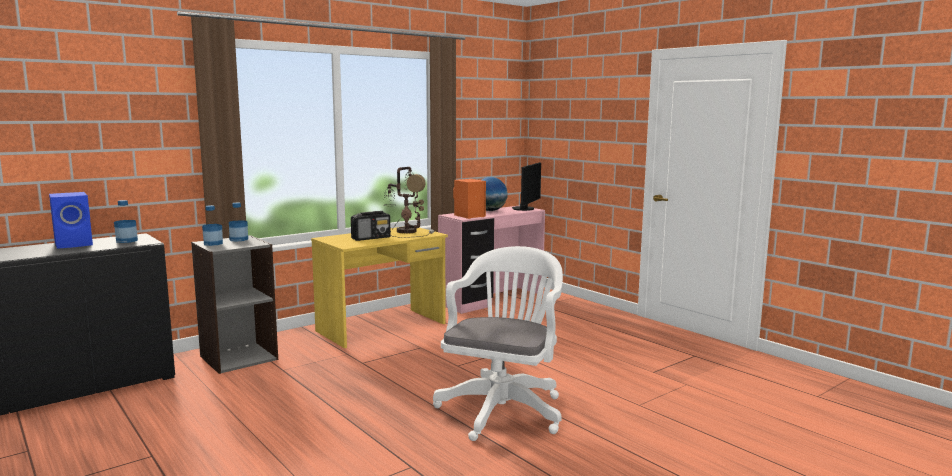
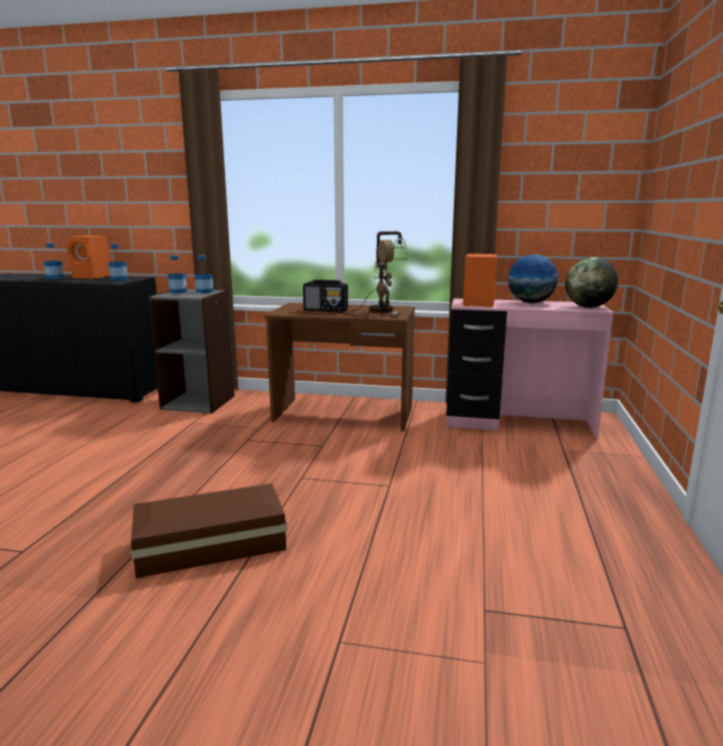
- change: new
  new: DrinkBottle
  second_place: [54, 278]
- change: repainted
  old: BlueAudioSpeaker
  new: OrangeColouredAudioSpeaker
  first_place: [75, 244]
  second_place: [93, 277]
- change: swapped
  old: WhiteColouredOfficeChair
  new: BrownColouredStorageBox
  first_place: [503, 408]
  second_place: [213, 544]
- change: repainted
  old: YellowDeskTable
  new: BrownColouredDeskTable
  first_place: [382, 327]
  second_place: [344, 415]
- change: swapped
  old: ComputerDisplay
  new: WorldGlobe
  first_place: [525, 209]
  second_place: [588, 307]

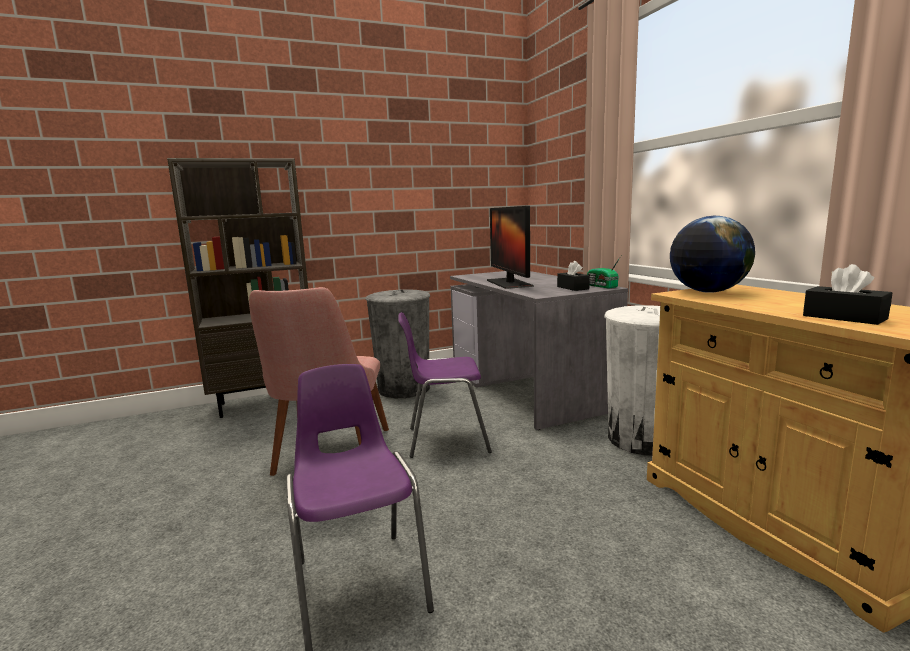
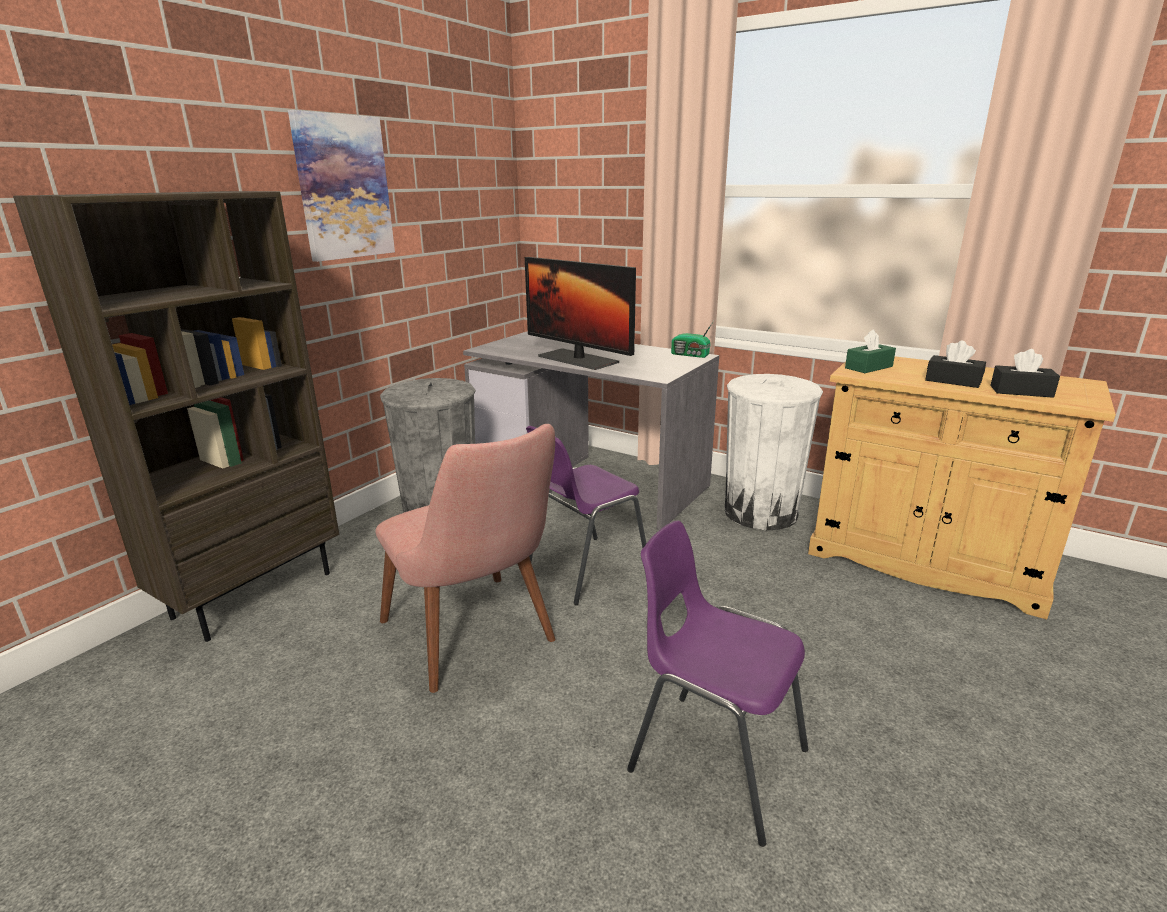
- change: new
  new: Picture
  second_place: [343, 188]
- change: swapped
  old: WorldGlobe
  new: GreenTissueBox
  first_place: [707, 292]
  second_place: [868, 367]
- change: shifted
  old: BlackTissueBox
  first_place: [572, 288]
  second_place: [953, 381]

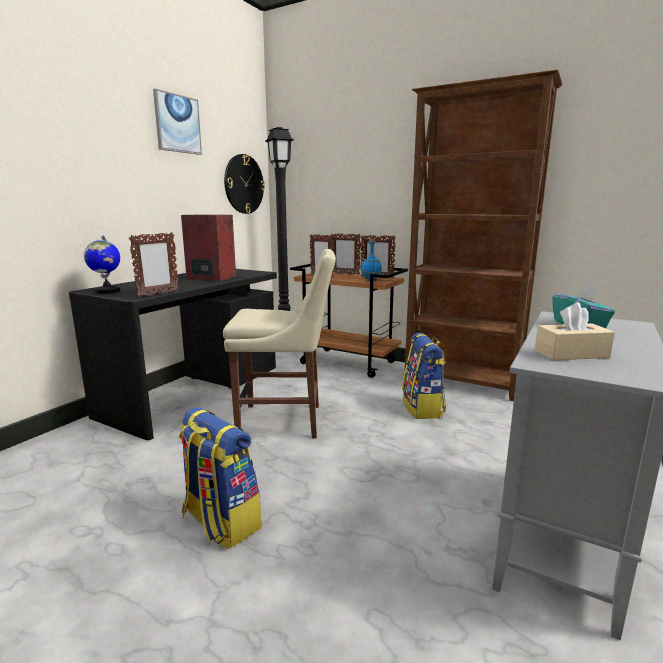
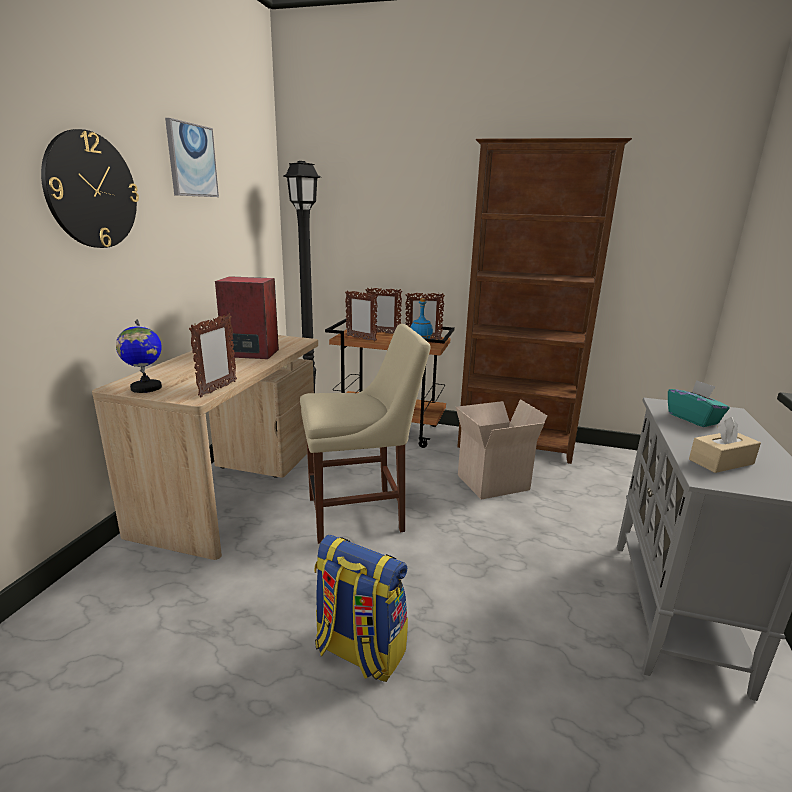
- change: shifted
  old: HangingClock
  first_place: [244, 184]
  second_place: [91, 190]
- change: repainted
  old: BlackDeskTable
  new: SandColouredDeskTable
  first_place: [195, 392]
  second_place: [236, 486]
- change: swapped
  old: Backpack
  new: PackingBox
  first_place: [423, 408]
  second_place: [492, 481]

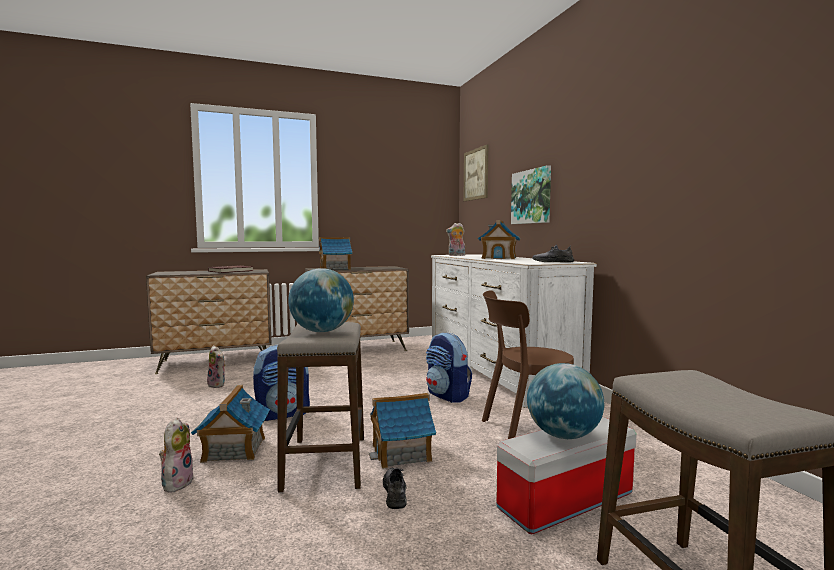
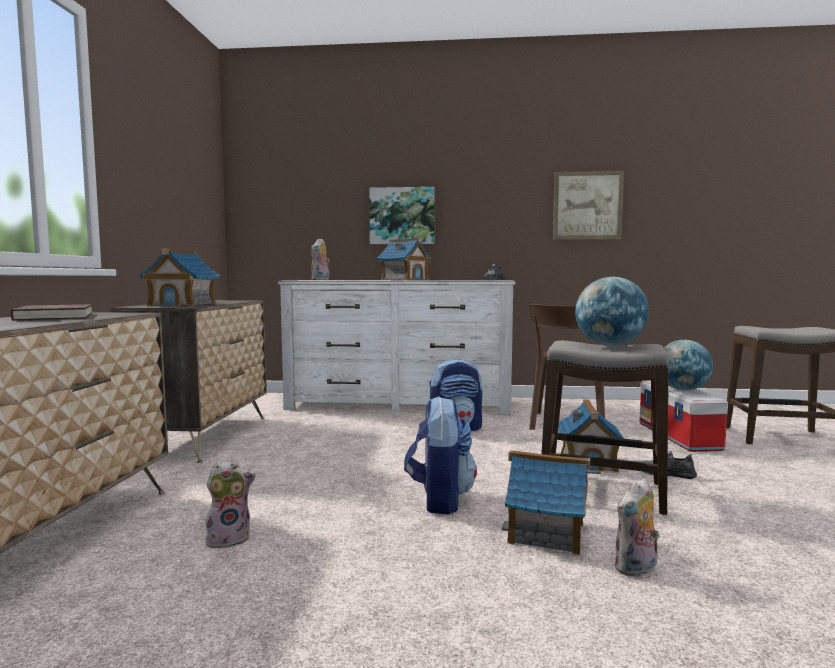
- change: shifted
  old: Picture
  first_place: [476, 174]
  second_place: [587, 205]
- change: rotated
  old: PlushToy
  first_place: [177, 482]
  second_place: [636, 569]
  degrees: -60

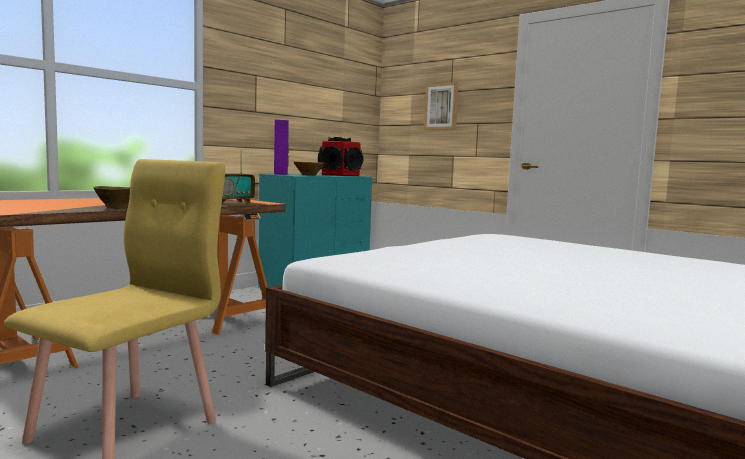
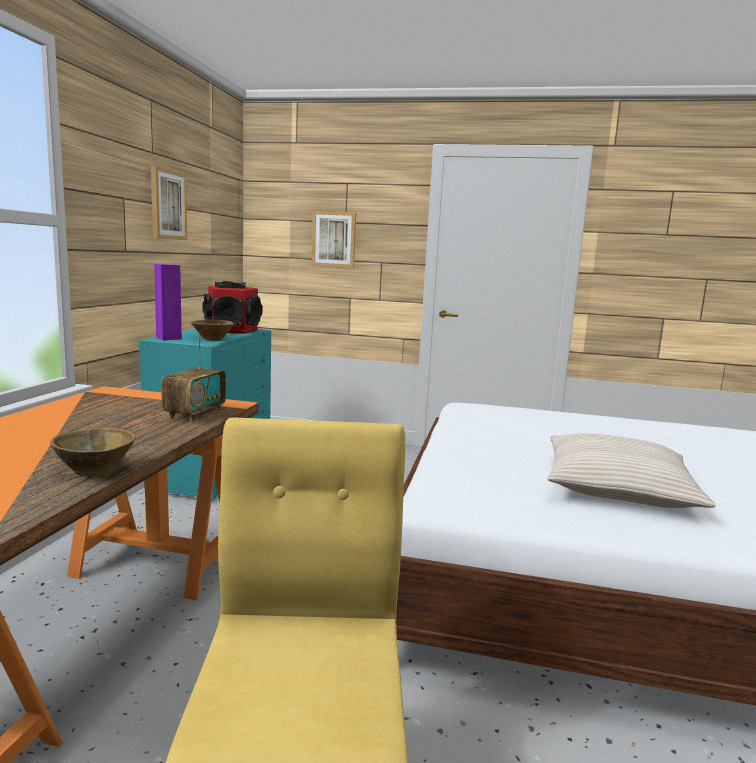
- change: new
  new: Picture
  second_place: [167, 204]
- change: new
  new: SandColouredPillow
  second_place: [617, 487]

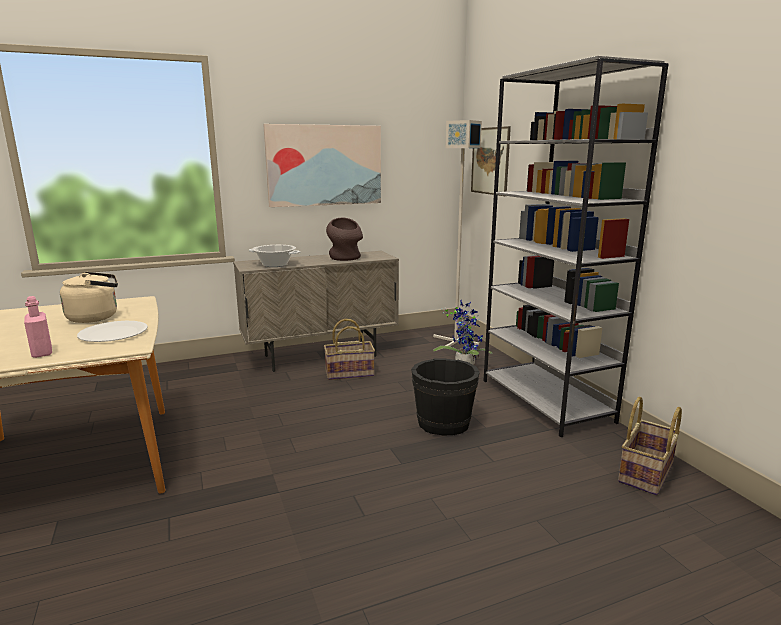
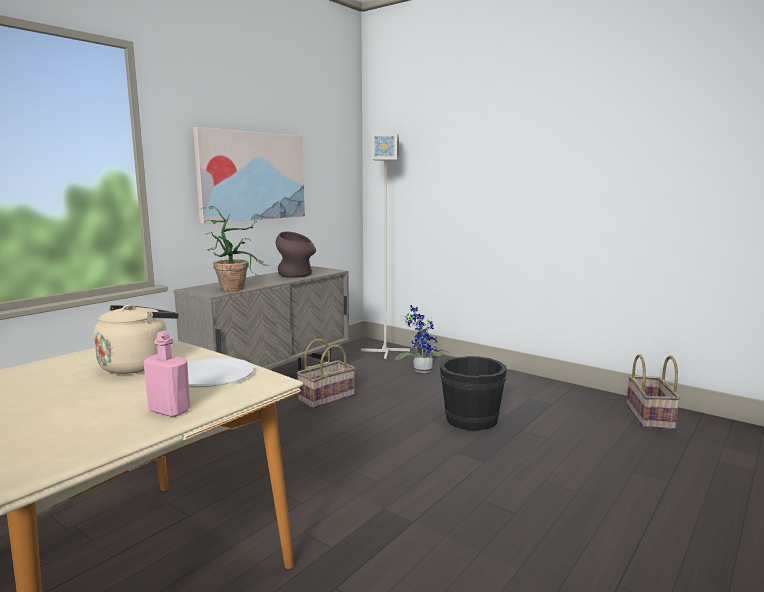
- change: swapped
  old: CookingPot
  new: PlantInAPot
  first_place: [275, 265]
  second_place: [236, 287]
- change: gone
  old: Picture
  first_place: [490, 161]
- change: gone
  old: GreyShelvingUnit
  first_place: [546, 401]

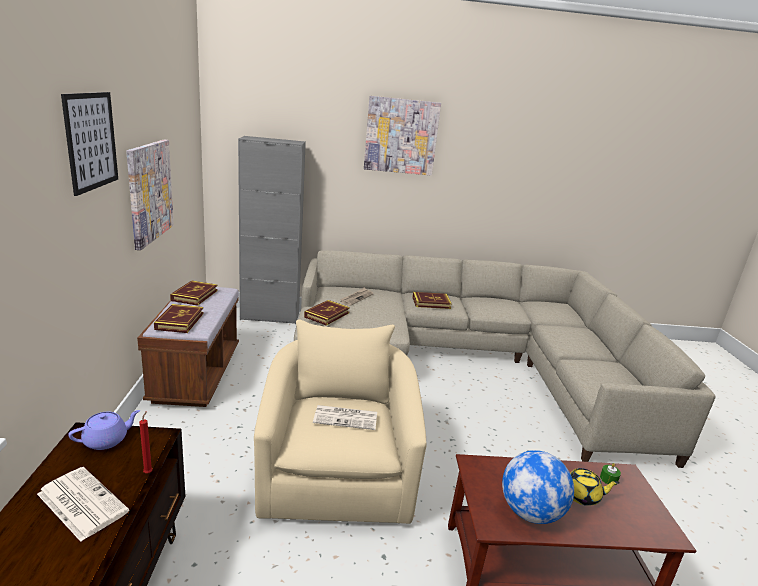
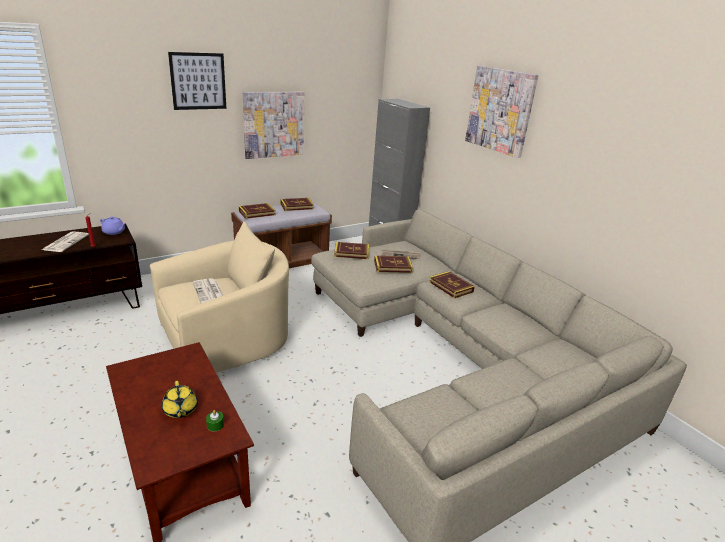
- change: new
  new: Volume
  second_place: [392, 266]
- change: gone
  old: WorldGlobe
  first_place: [530, 512]

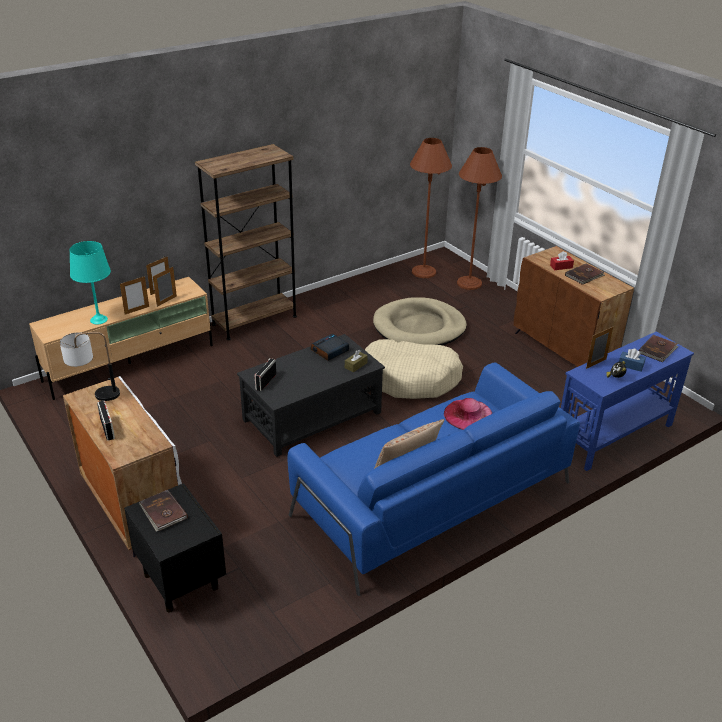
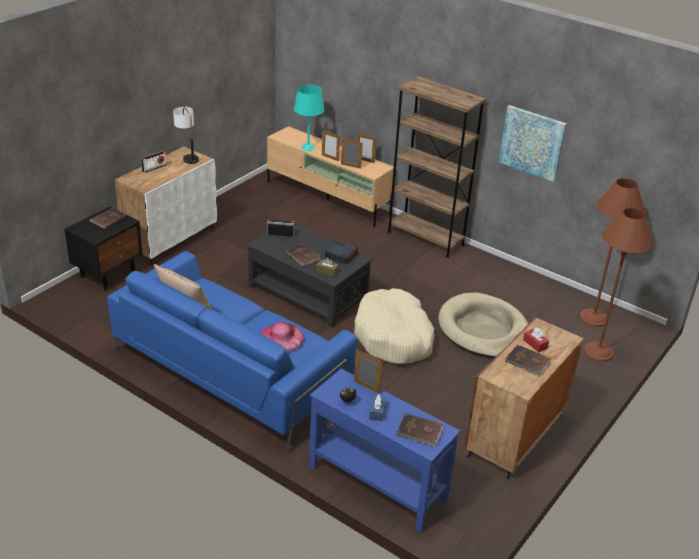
- change: new
  new: BrownColouredVolume
  second_place: [303, 256]
- change: new
  new: Picture
  second_place: [532, 142]

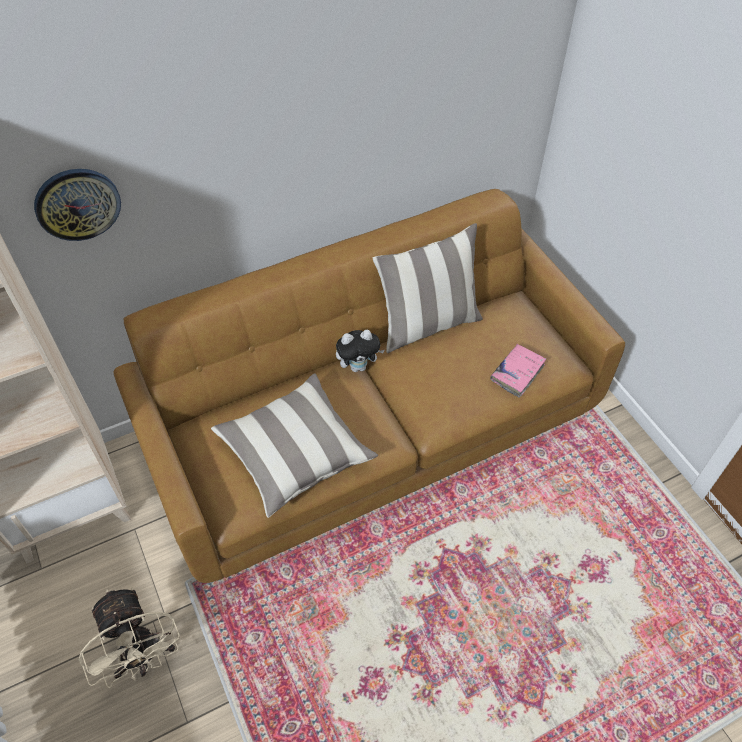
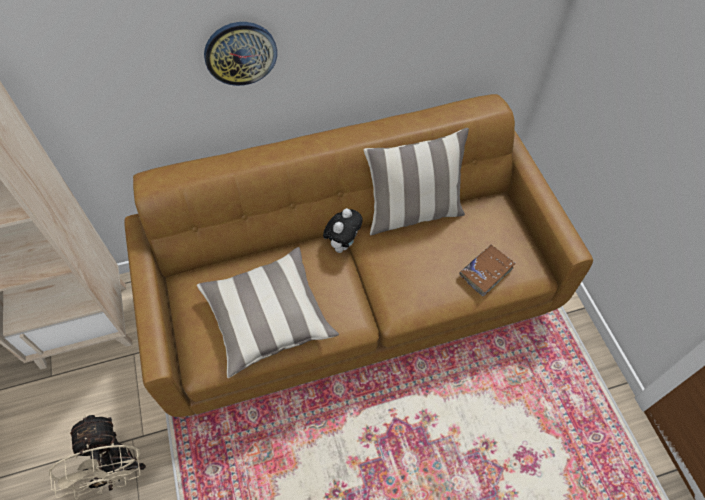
- change: shifted
  old: HangingClock
  first_place: [77, 204]
  second_place: [240, 53]
- change: rotated
  old: PlushToy
  first_place: [359, 366]
  second_place: [343, 243]
  degrees: -60
- change: repainted
  old: PinkVolume
  new: BrownColouredVolume
  first_place: [517, 373]
  second_place: [486, 272]

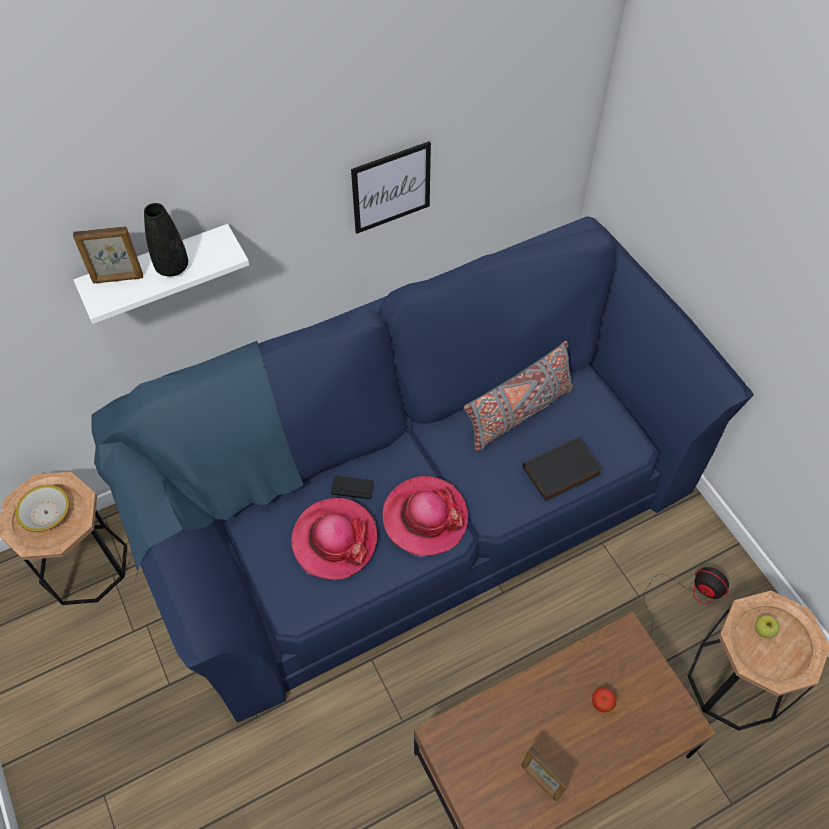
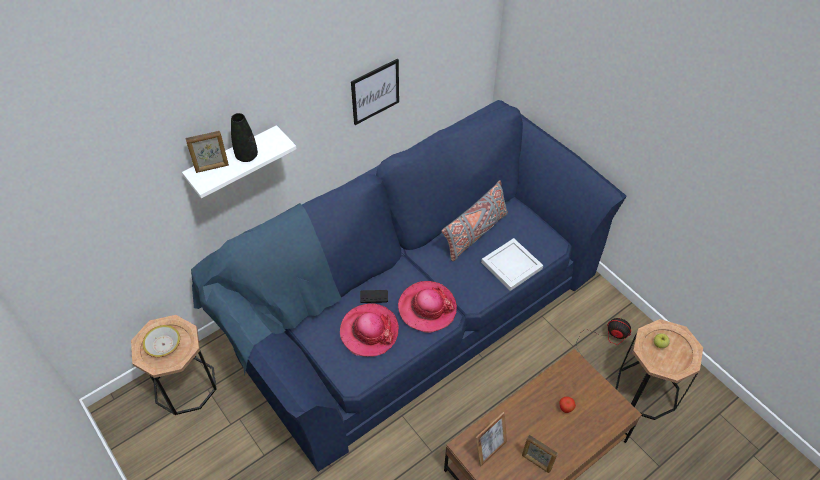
- change: new
  new: PhotoFrame
  second_place: [489, 450]
- change: swapped
  old: BlackVolume
  new: WhiteColouredCarryingTray
  first_place: [562, 472]
  second_place: [511, 266]

